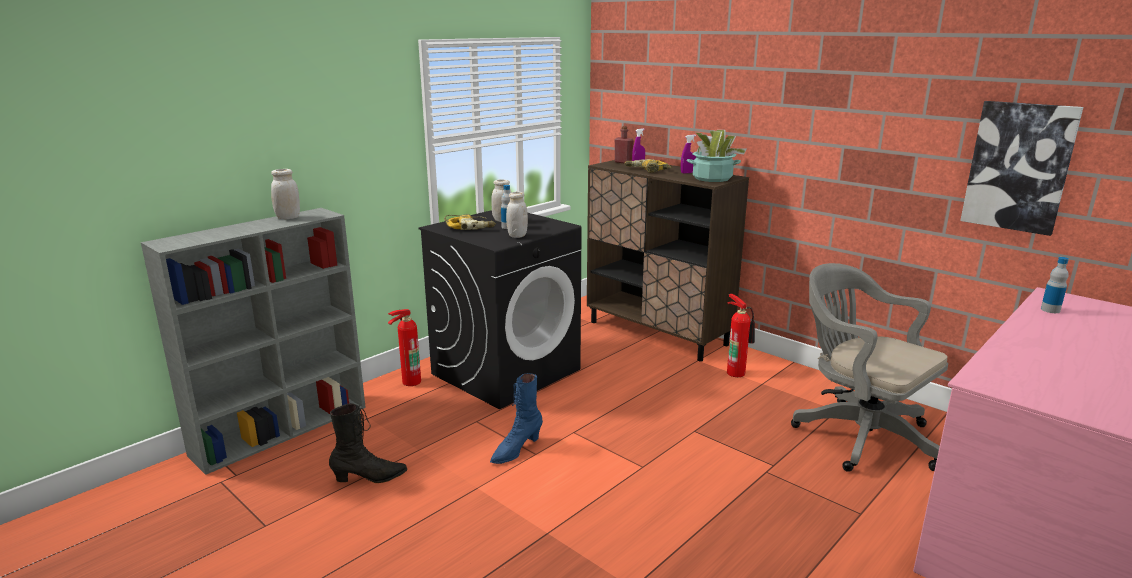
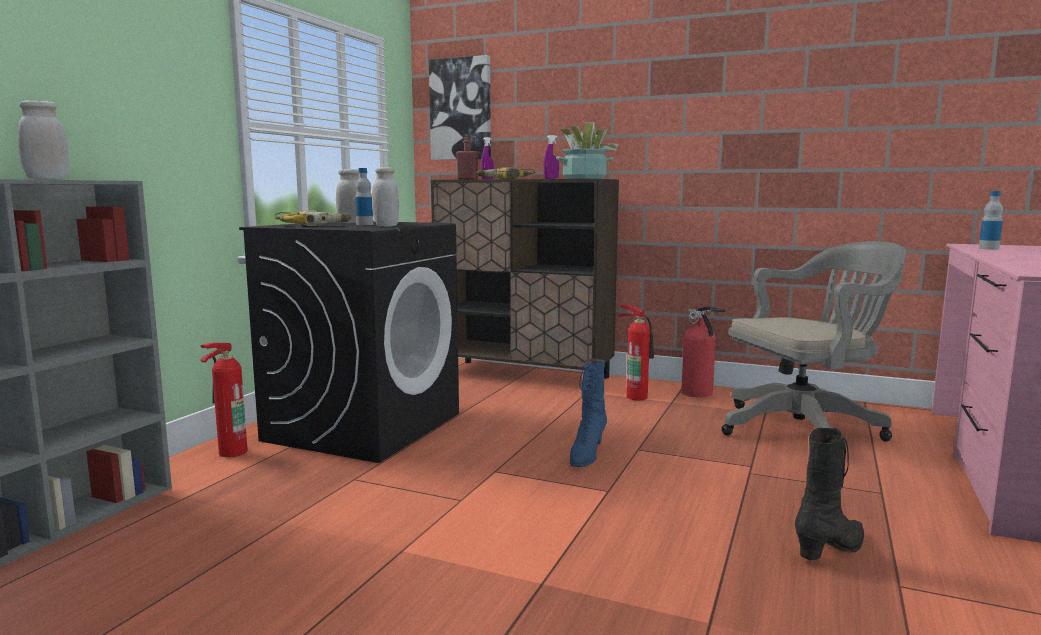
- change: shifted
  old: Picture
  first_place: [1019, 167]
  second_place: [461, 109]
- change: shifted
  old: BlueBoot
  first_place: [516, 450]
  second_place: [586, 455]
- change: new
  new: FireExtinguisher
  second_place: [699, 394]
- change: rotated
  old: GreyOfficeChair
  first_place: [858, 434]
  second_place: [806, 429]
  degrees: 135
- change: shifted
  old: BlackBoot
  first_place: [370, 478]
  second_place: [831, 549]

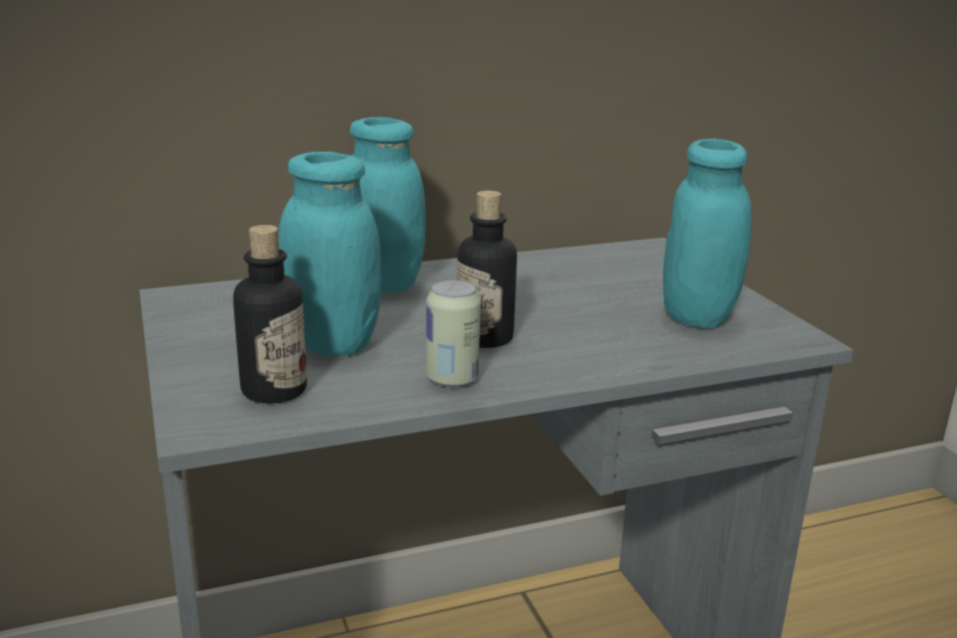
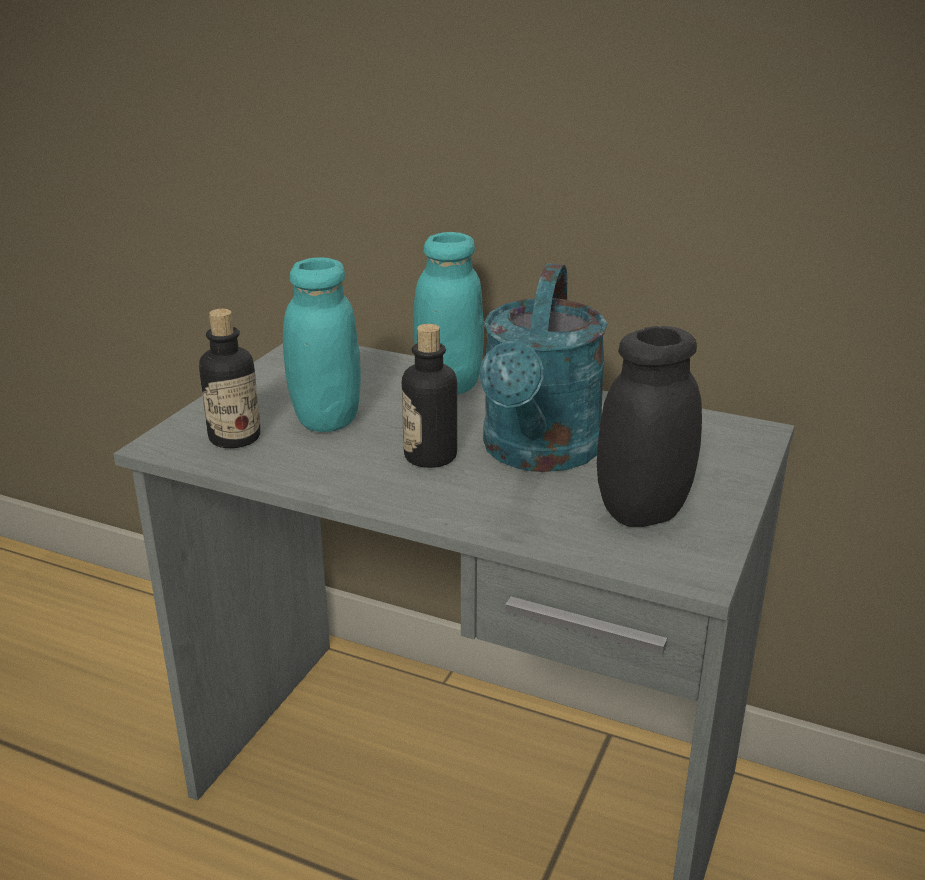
- change: new
  new: TurquoiseColouredSprinklingCan
  second_place: [538, 454]
- change: repainted
  old: TurquoiseColouredStorageJar
  new: BlackStorageJar
  first_place: [697, 316]
  second_place: [643, 511]
- change: gone
  old: SealedCan
  first_place: [452, 379]

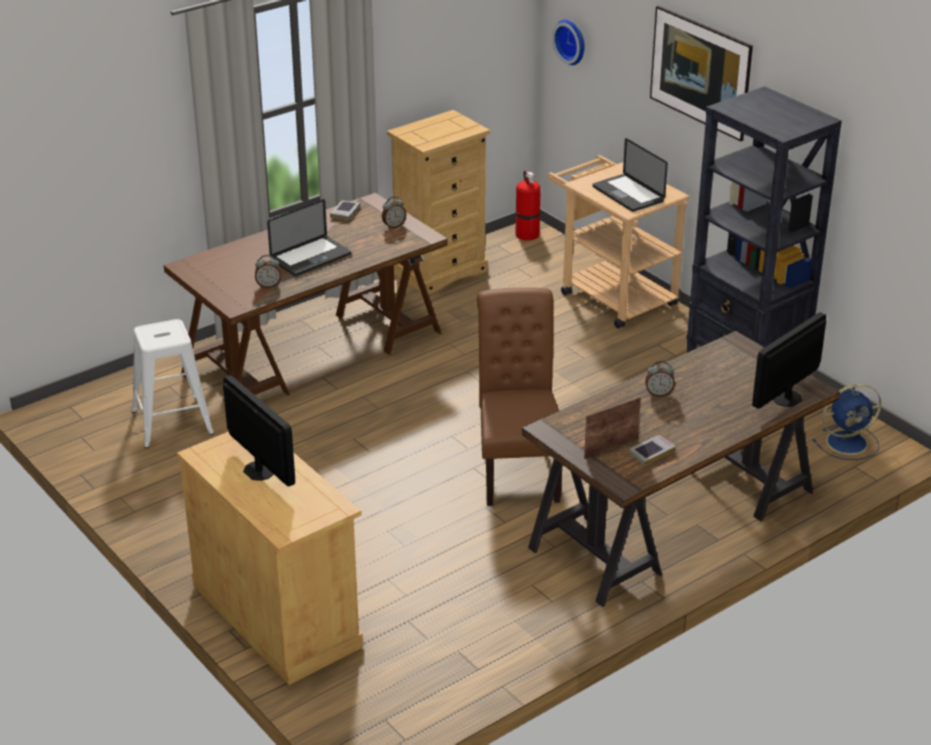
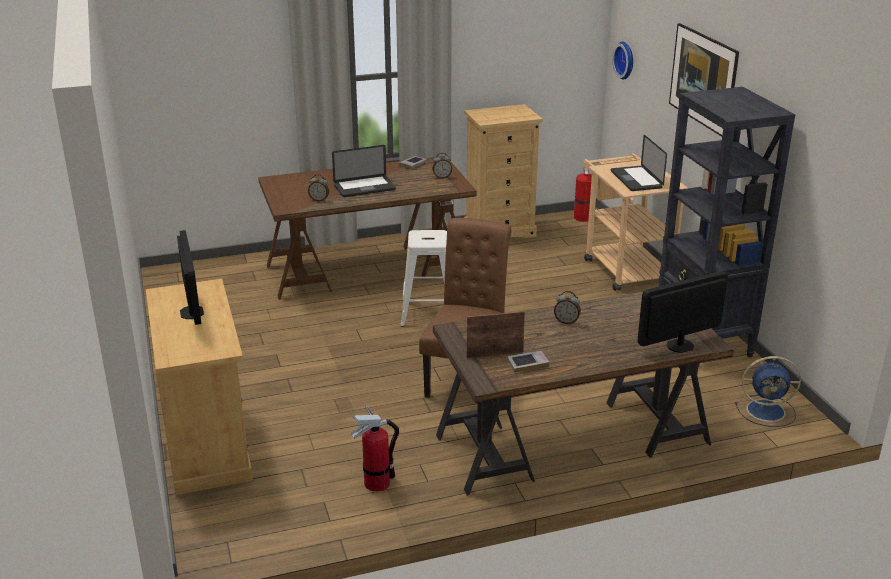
- change: new
  new: FireExtinguisher
  second_place: [377, 482]
- change: shifted
  old: WhiteColouredStool
  first_place: [171, 423]
  second_place: [428, 313]

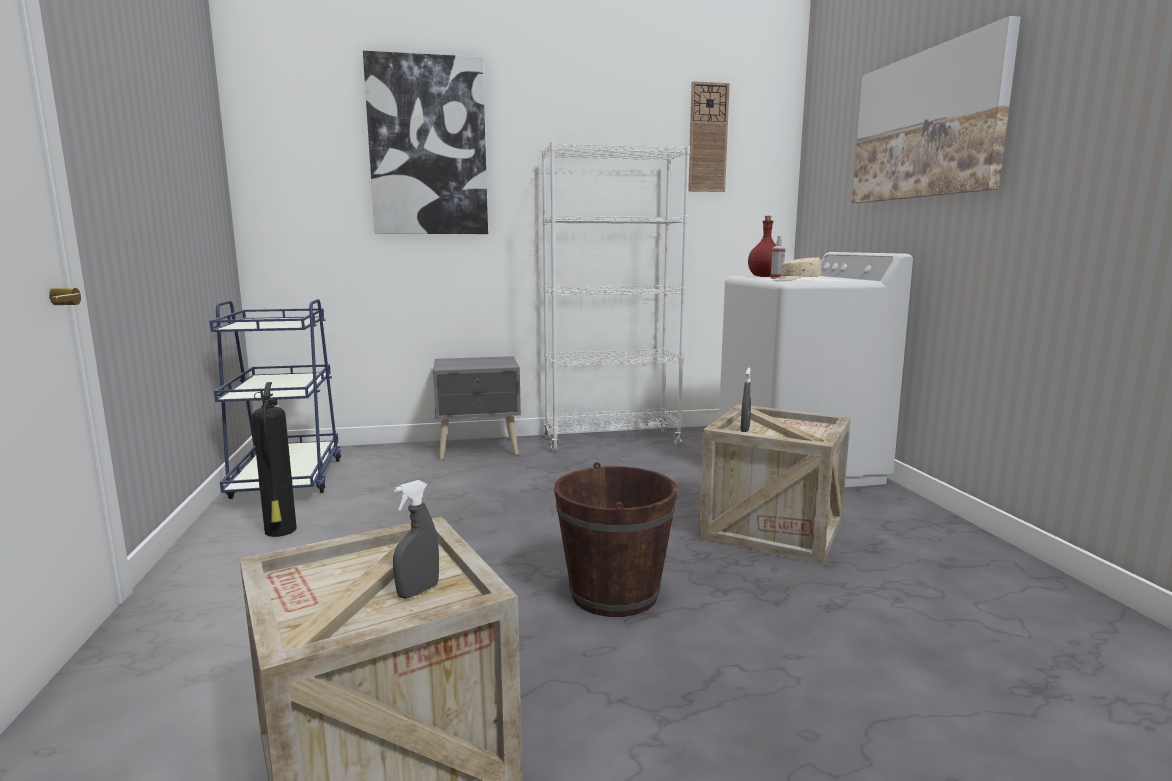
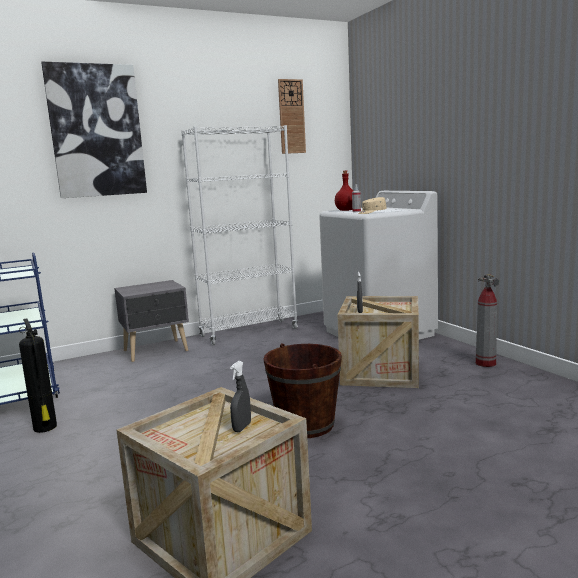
- change: new
  new: FireExtinguisher
  second_place: [485, 363]
- change: gone
  old: Picture
  first_place: [927, 125]

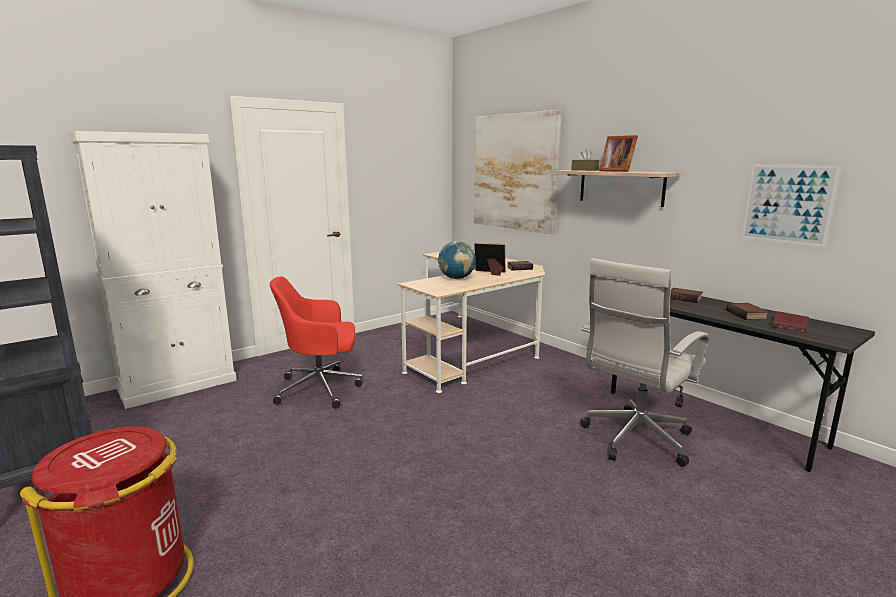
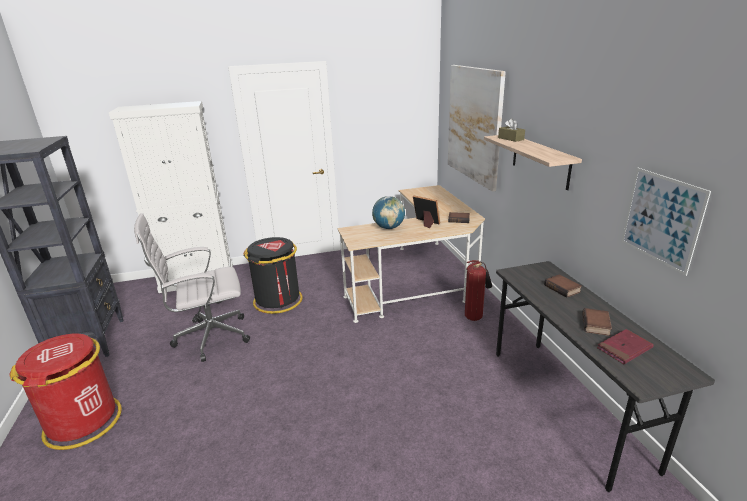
- change: shifted
  old: WhiteColouredOfficeChair
  first_place: [634, 440]
  second_place: [209, 338]
- change: swapped
  old: RedColouredOfficeChair
  new: BlackTrashCan
  first_place: [321, 388]
  second_place: [278, 300]
- change: new
  new: FireExtinguisher
  second_place: [475, 317]
- change: gone
  old: PhotoFrame
  first_place: [617, 171]

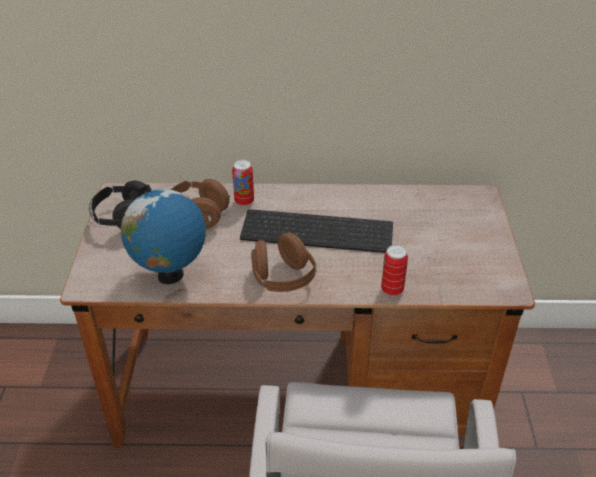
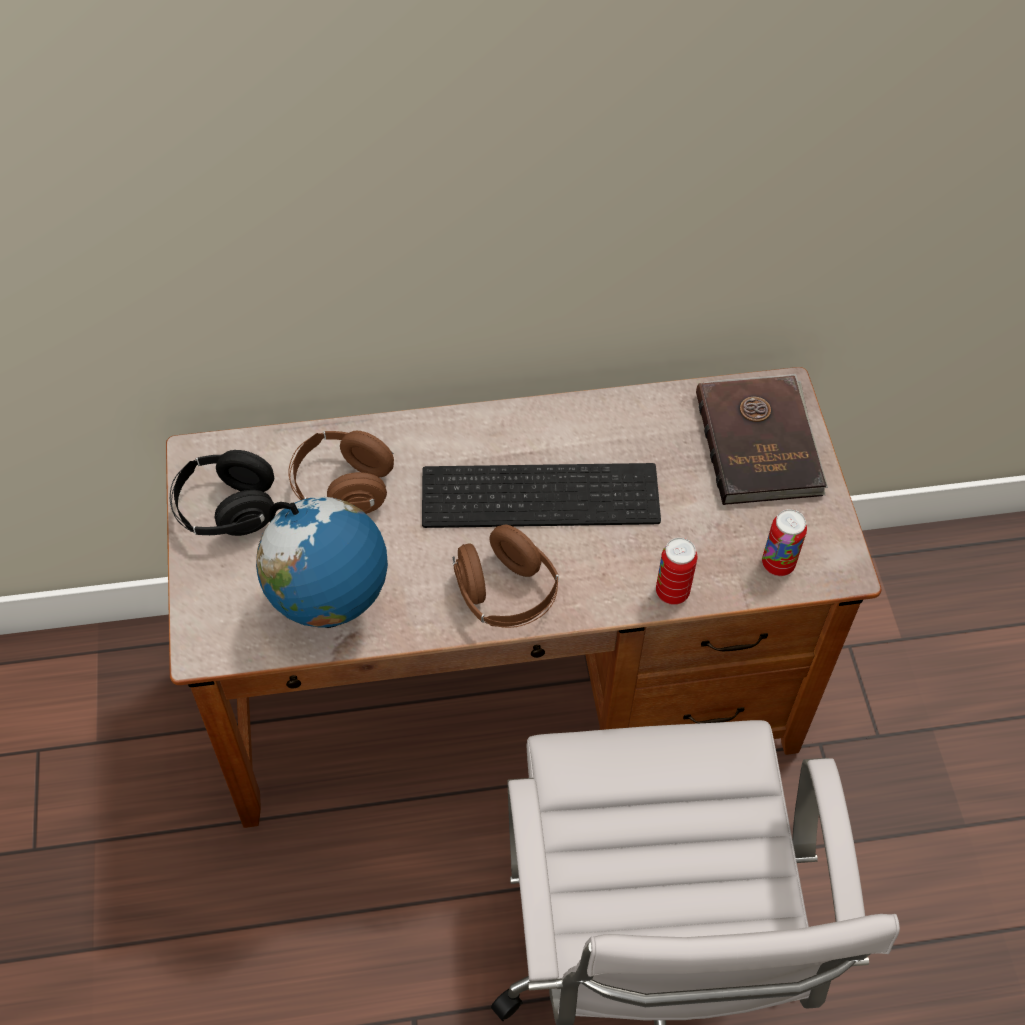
- change: new
  new: BrownColouredVolume
  second_place: [760, 442]
- change: shifted
  old: SealedCan
  first_place: [244, 201]
  second_place: [778, 564]

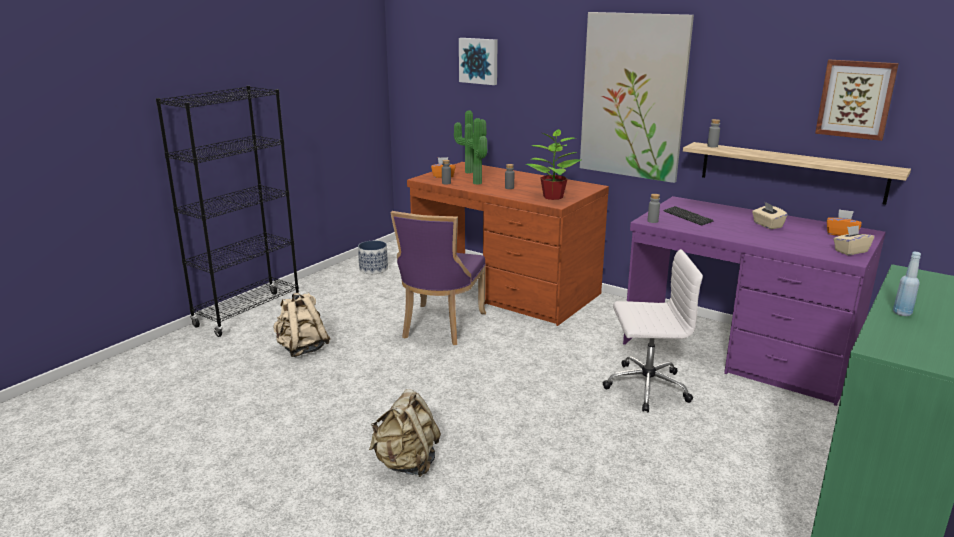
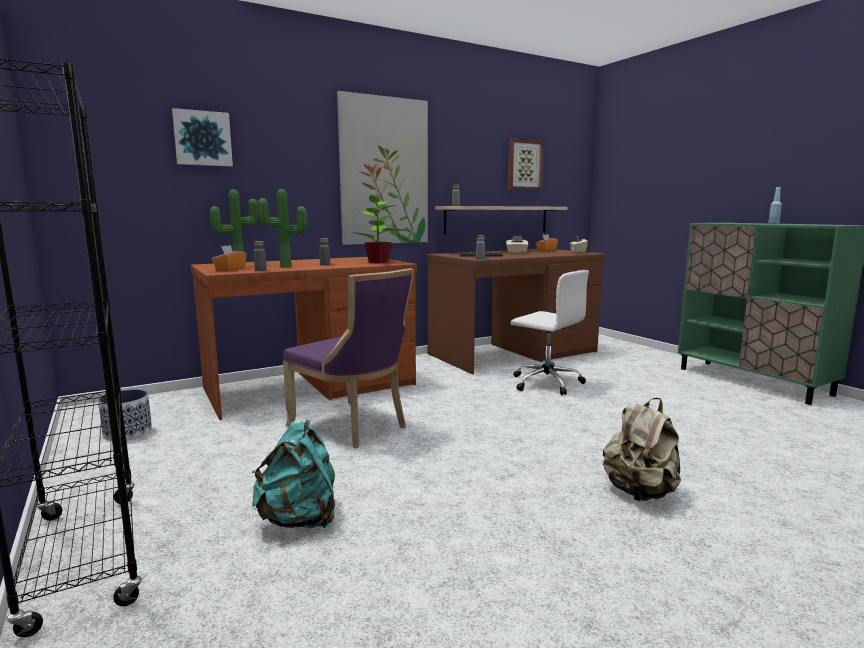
- change: repainted
  old: SandColouredBackpack
  new: TurquoiseColouredBackpack
  first_place: [302, 349]
  second_place: [299, 519]
- change: repainted
  old: PurpleDeskTable
  new: BrownColouredDeskTable
  first_place: [738, 351]
  second_place: [514, 353]
- change: rotated
  old: WhiteColouredOfficeChair
  first_place: [645, 387]
  second_place: [545, 383]
  degrees: 105

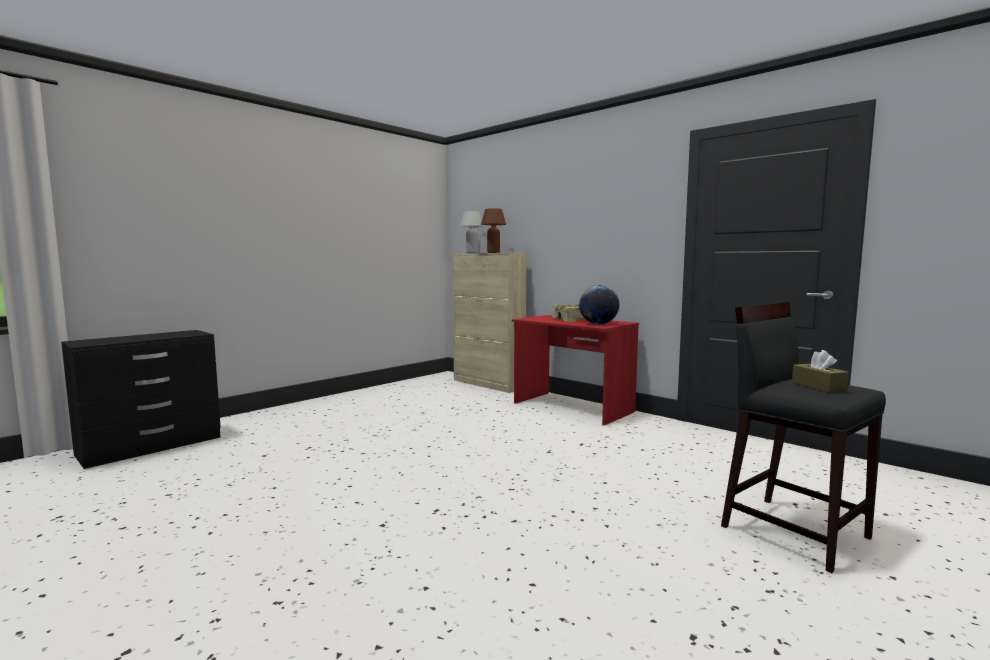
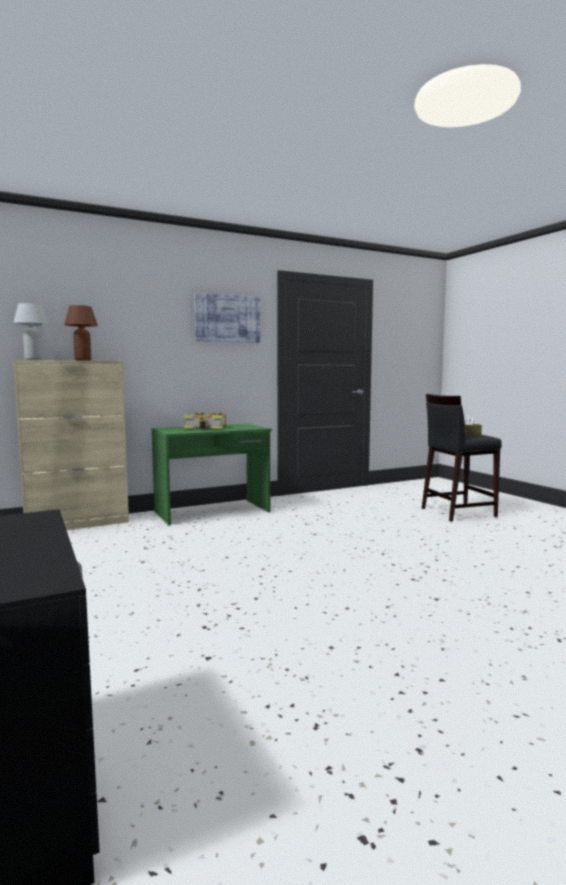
- change: repainted
  old: RedColouredDeskTable
  new: GreenDeskTable
  first_place: [572, 407]
  second_place: [213, 512]
- change: new
  new: Picture
  second_place: [227, 318]
- change: gone
  old: WorldGlobe
  first_place: [598, 324]

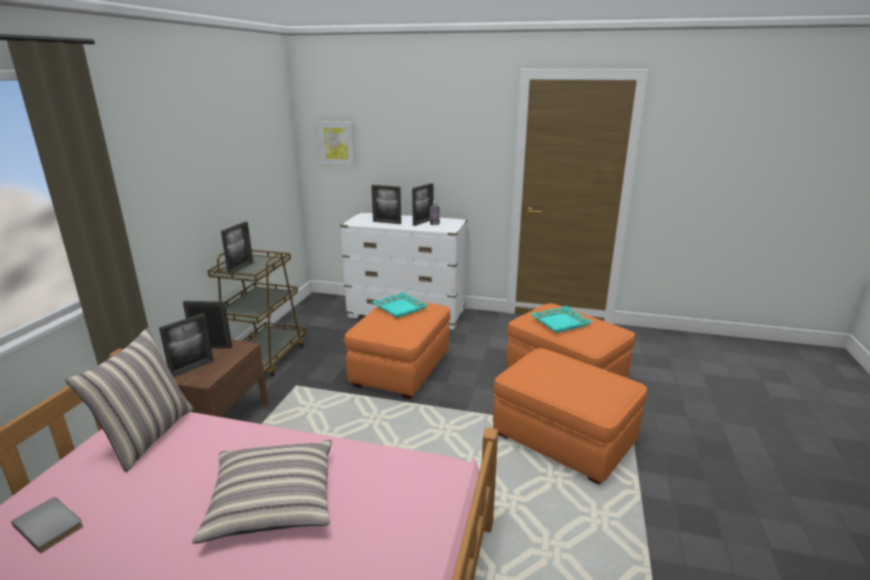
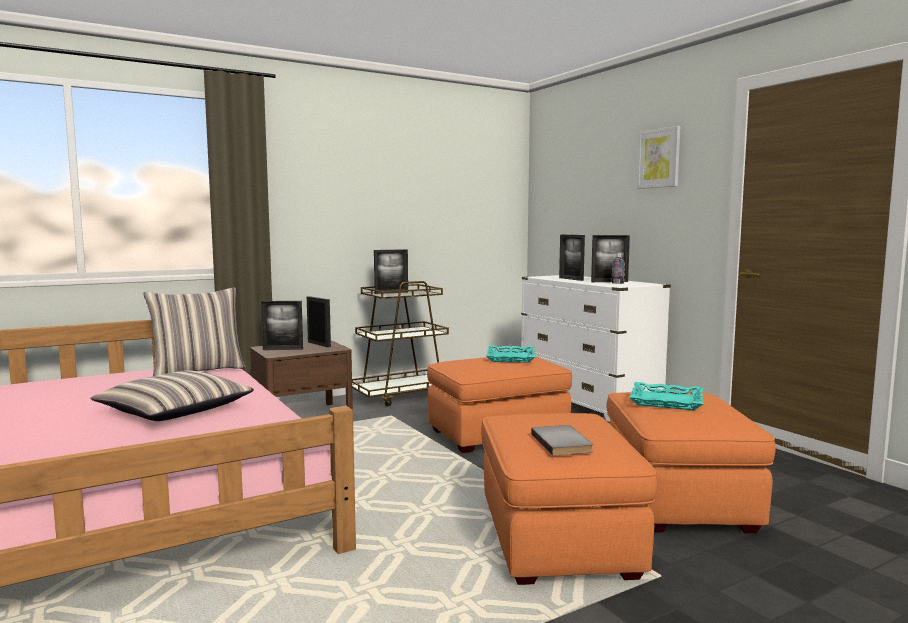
- change: shifted
  old: GreyVolume
  first_place: [51, 524]
  second_place: [563, 443]
- change: shifted
  old: Picture
  first_place: [337, 143]
  second_place: [659, 158]

